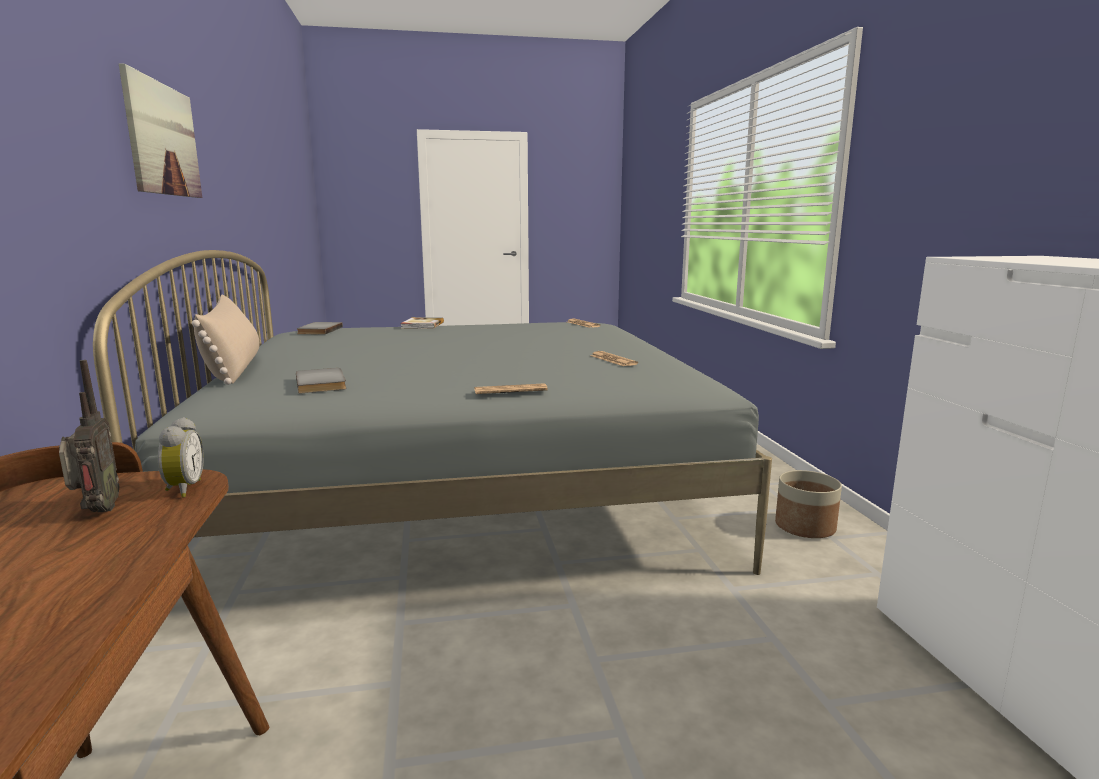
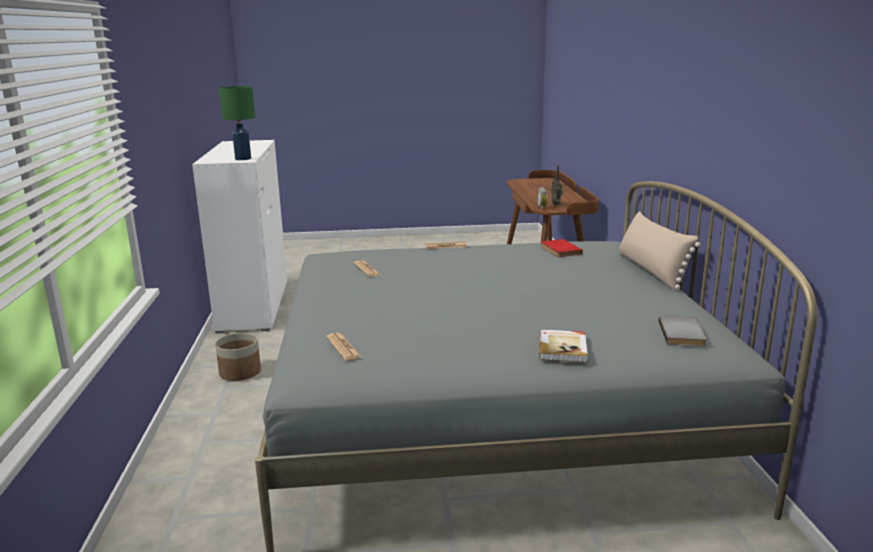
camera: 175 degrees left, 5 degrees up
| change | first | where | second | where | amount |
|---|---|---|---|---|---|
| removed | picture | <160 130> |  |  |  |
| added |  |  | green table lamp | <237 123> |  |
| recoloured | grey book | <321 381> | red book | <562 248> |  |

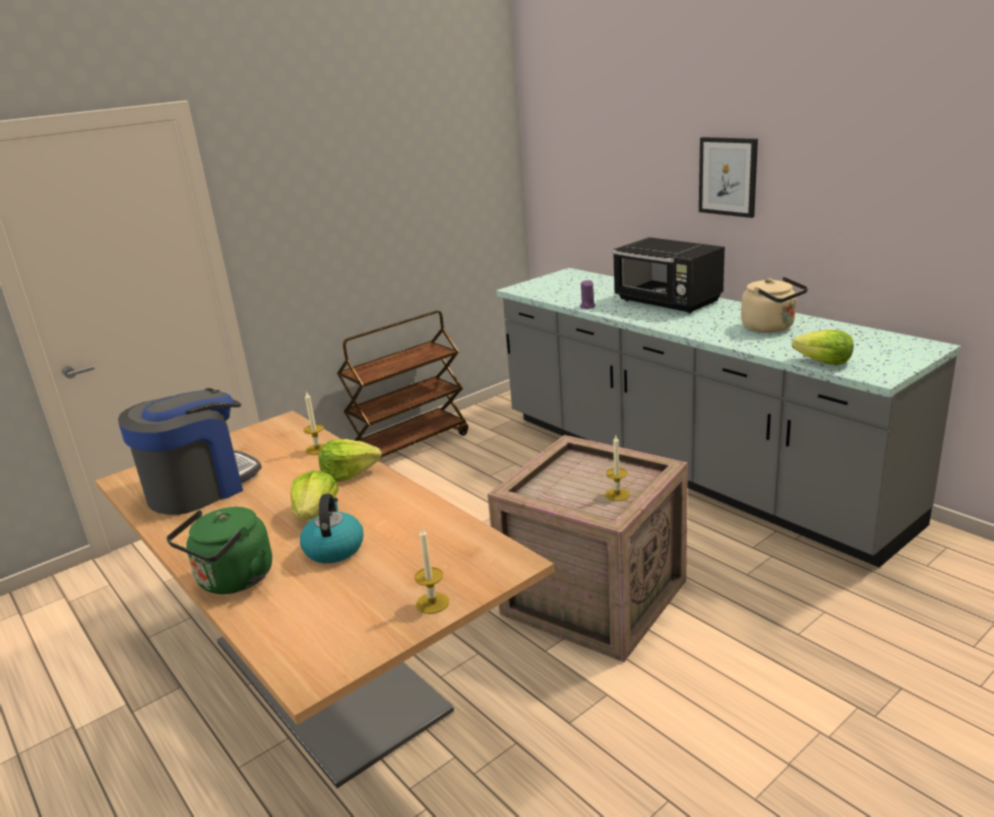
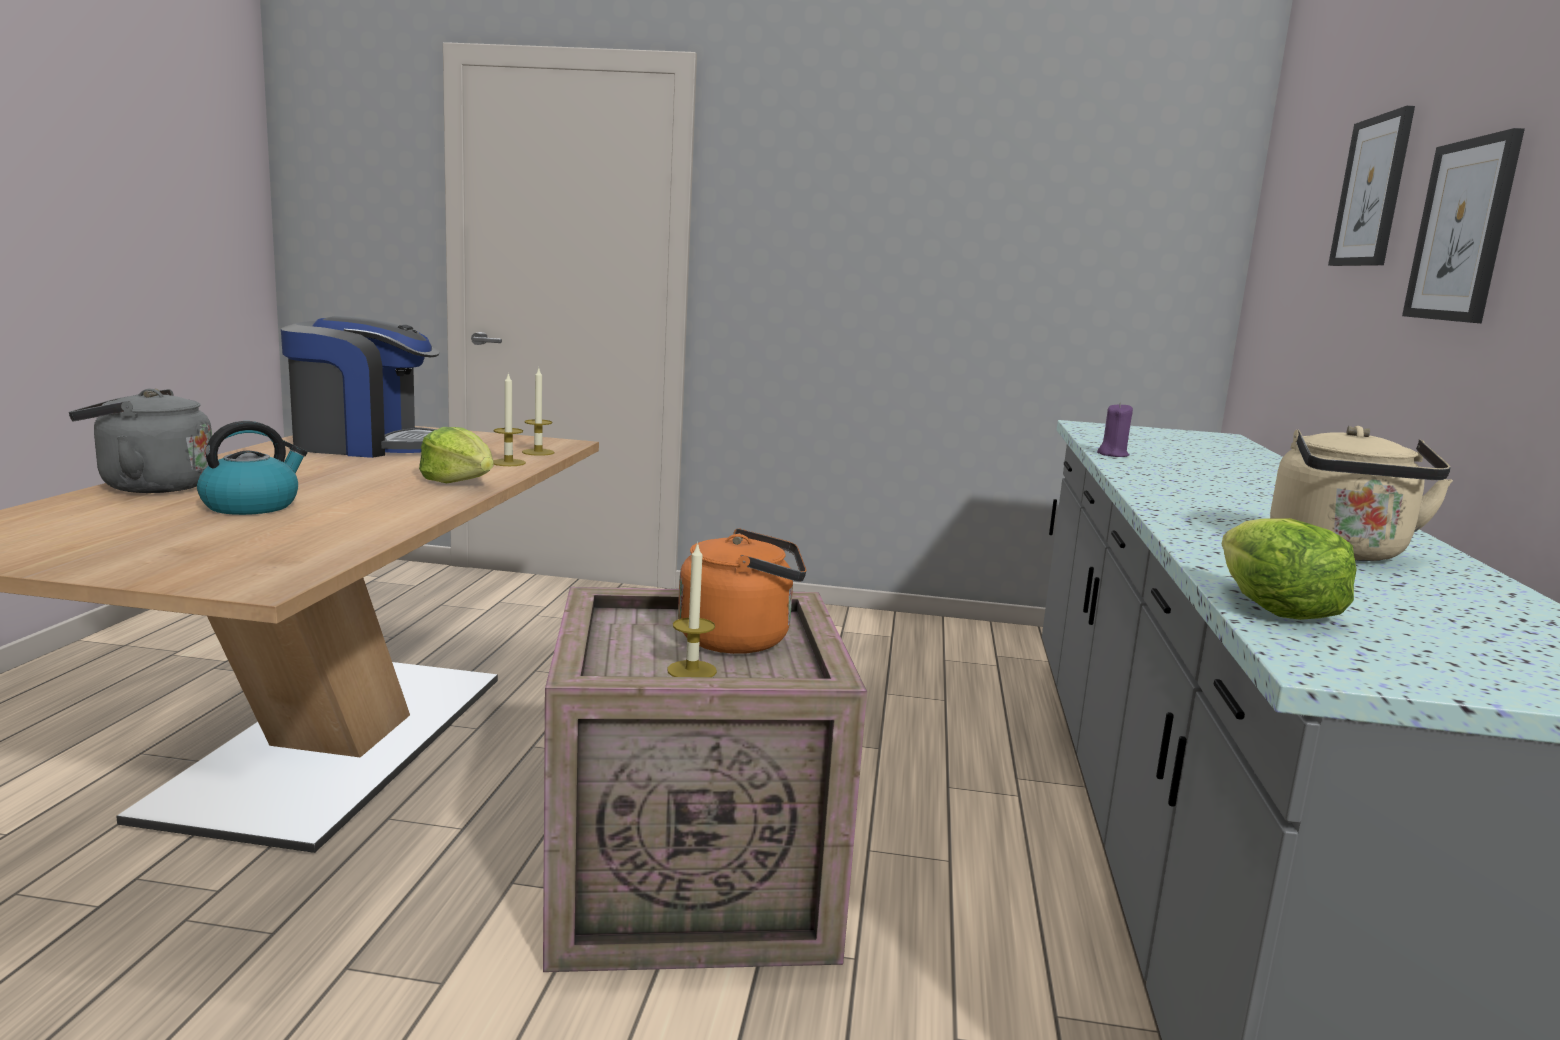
camera: 45 degrees right, 10 degrees down
| change | first | where | second | where | amount |
|---|---|---|---|---|---|
| removed | lettuce | <315 495> |  |  |  |
| removed | brown cart | <402 384> |  |  |  |
| removed | black microwave | <668 275> |  |  |  |
| added |  |  | orange kettle | <742 591> |  |
| added |  |  | picture | <1371 186> |  |
| moved | candle | <431 570> |  | <538 412> |  |
| recoloured | green kettle | <219 550> | grey kettle | <140 441> |  |

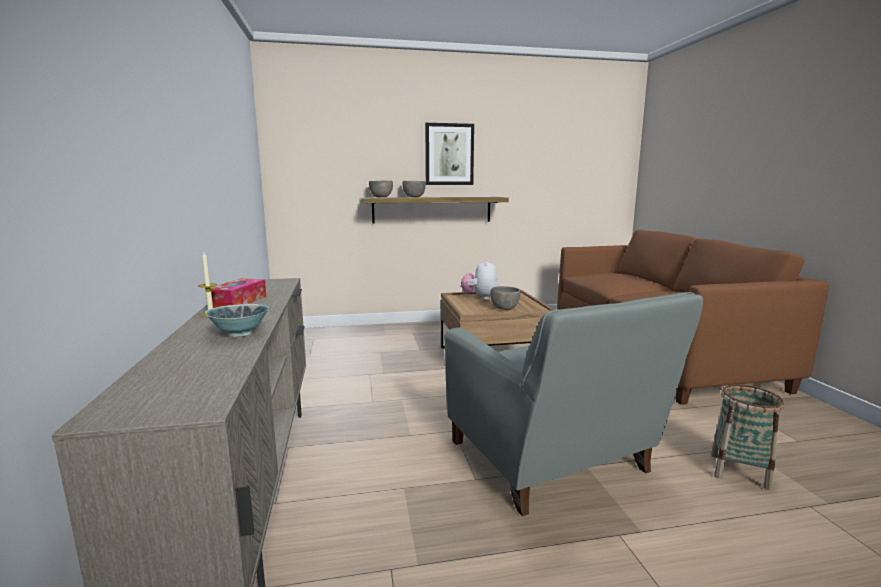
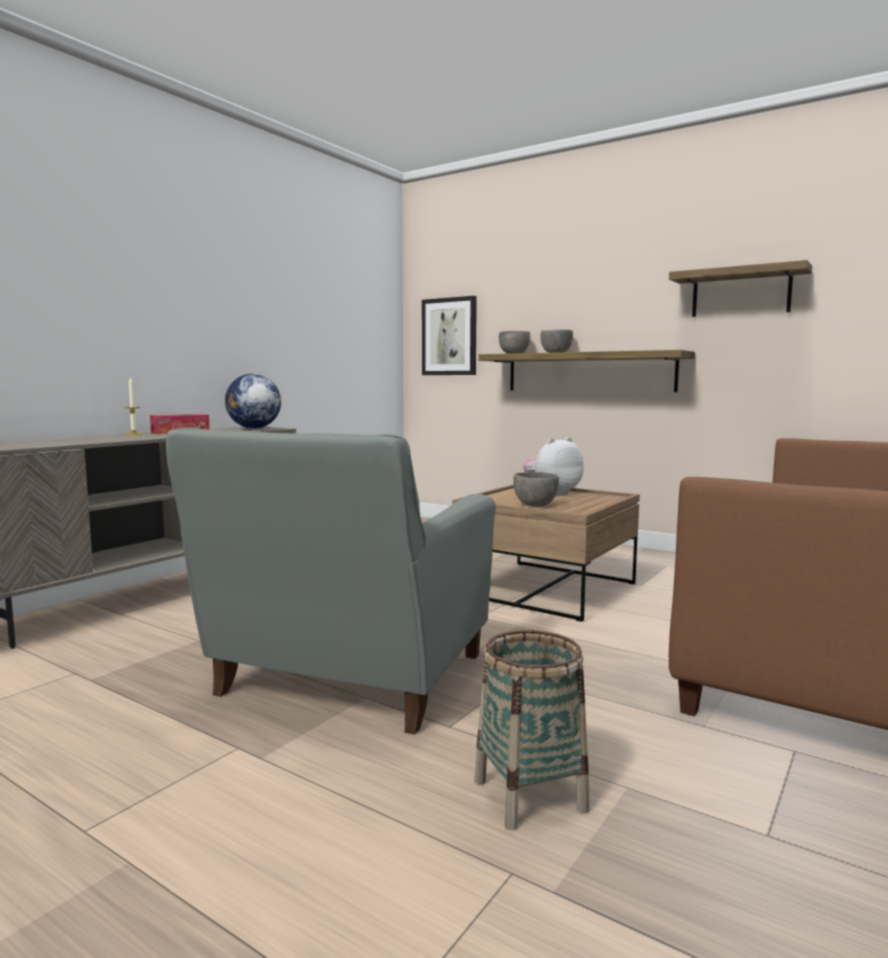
camera: 45 degrees right, 5 degrees down
| change | first | where | second | where | amount |
|---|---|---|---|---|---|
| removed | bowl | <237 320> |  |  |  |
| added |  |  | globe | <253 401> |  |
| added |  |  | shelf | <740 288> |  |
| moved | picture | <449 154> |  | <449 335> |  |

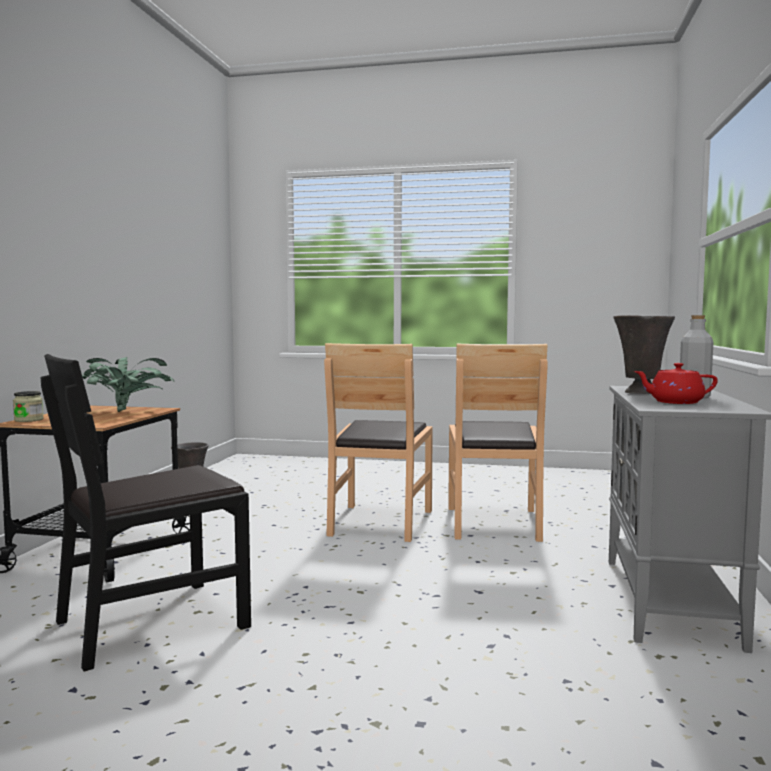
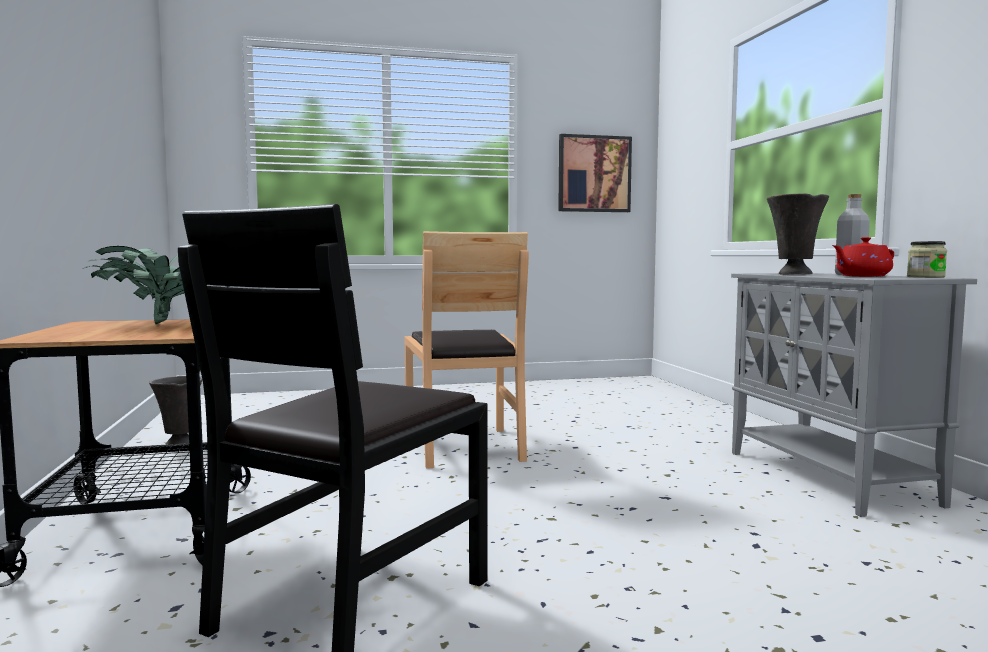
camera: 25 degrees left, 0 degrees up
| change | first | where | second | where | amount |
|---|---|---|---|---|---|
| removed | brown chair | <498 443> |  |  |  |
| added |  |  | picture | <595 173> |  |
| moved | jar | <28 406> |  | <927 259> |  |

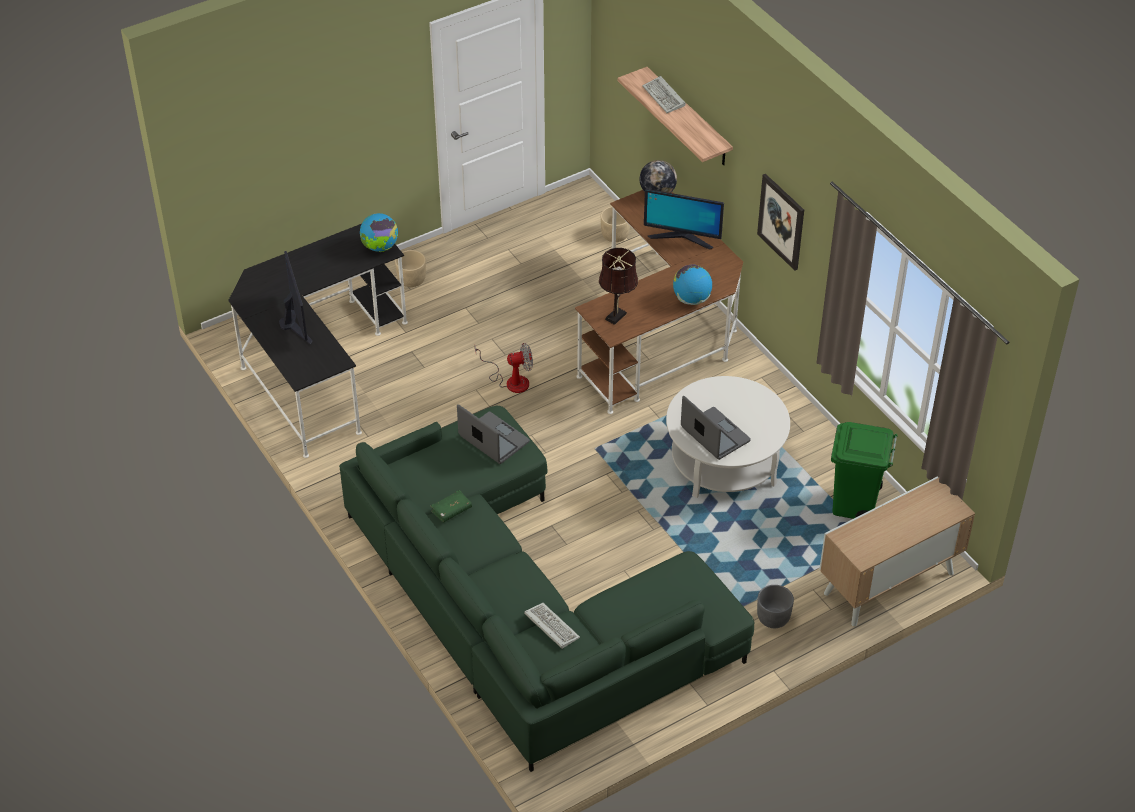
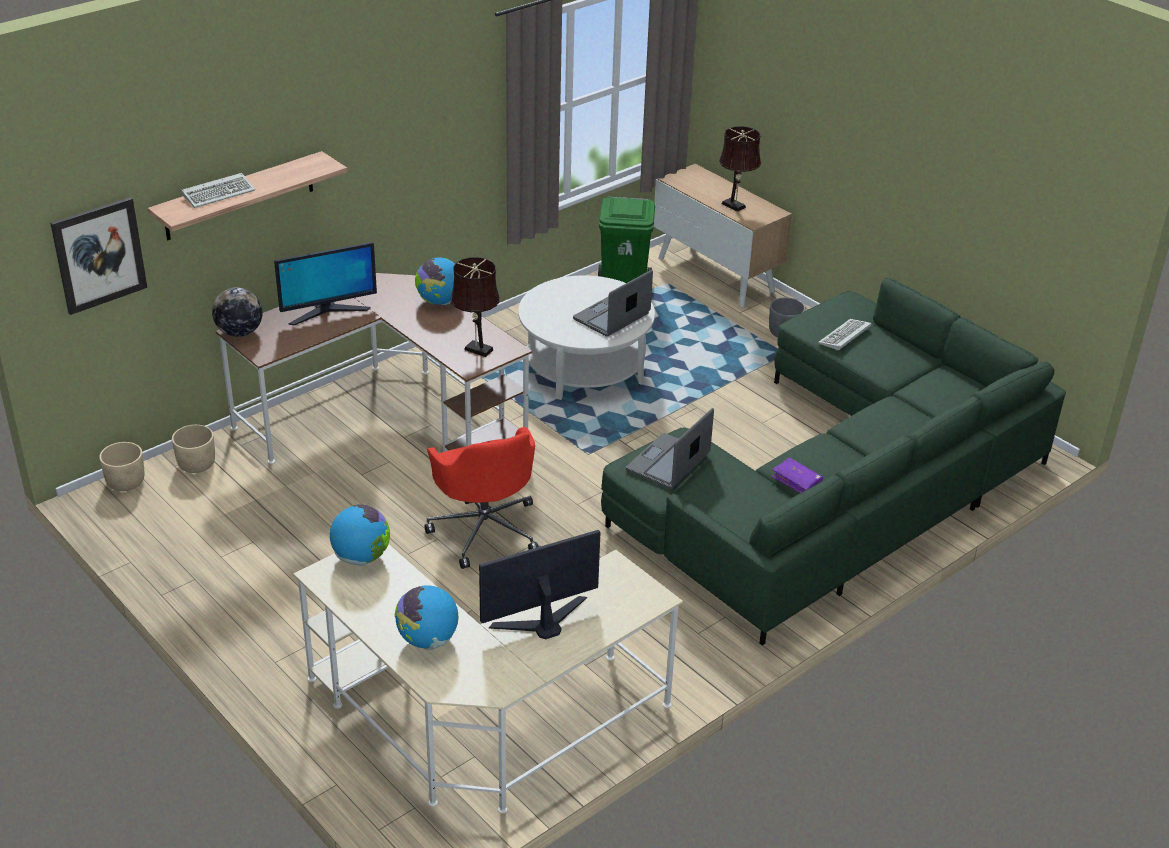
camera: 100 degrees left, 10 degrees down
| change | first | where | second | where | amount |
|---|---|---|---|---|---|
| added |  |  | globe | <426 617> |  |
| added |  |  | brown table lamp | <740 169> |  |
| moved | beige planter | <410 268> |  | <121 466> |  |
| moved | keyboard | <552 626> |  | <845 335> |  |
| moved | picture | <780 222> |  | <98 256> |  |
| replaced | fan | <504 368> | red office chair | <481 498> |  |
| recoloured | black desk | <318 341> | beige desk | <488 679> |  |
| recoloured | green book | <451 506> | purple book | <797 475> |  |
| turned | monitor | <684 219> |  | <325 283> | 60 degrees clockwise |

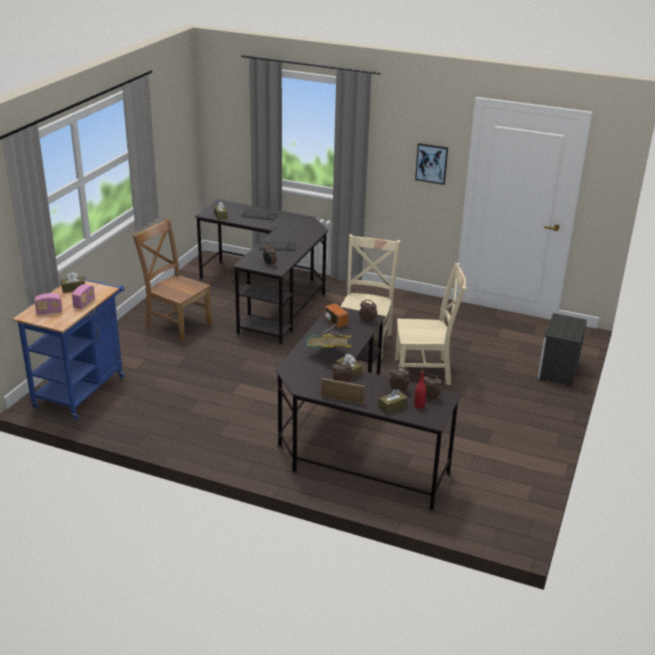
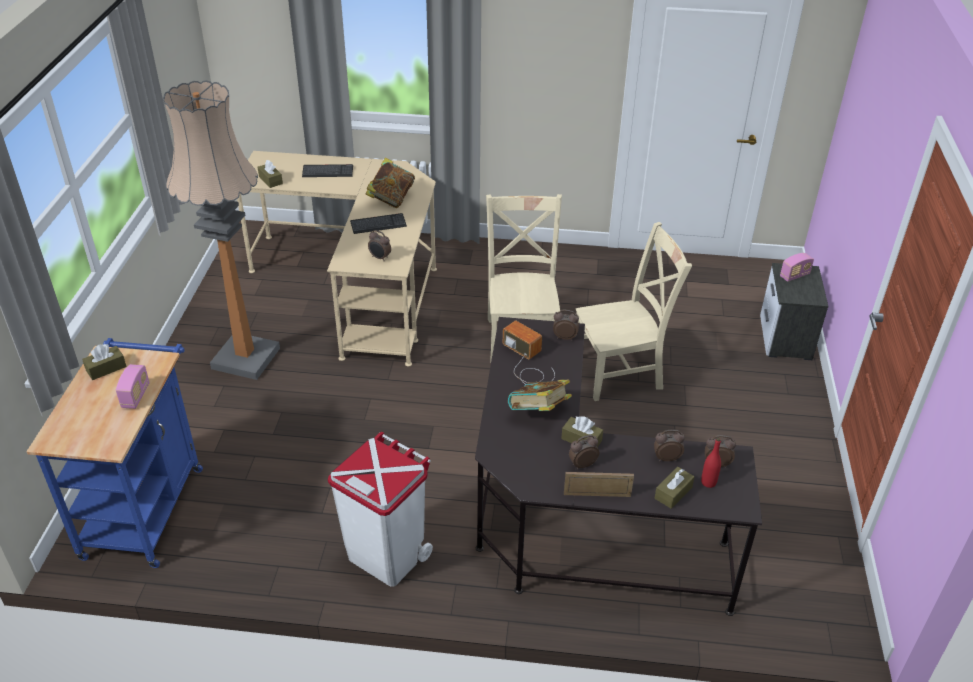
camera: 15 degrees left, 10 degrees up
| change | first | where | second | where | amount |
|---|---|---|---|---|---|
| removed | picture | <431 164> |  |  |  |
| added |  |  | white trash can | <380 509> |  |
| added |  |  | book | <390 183> |  |
| moved | radio | <48 304> |  | <797 267> |  |
| replaced | brown chair | <172 280> | floor lamp | <221 230> |  |
| recoloured | black desk | <261 272> | beige desk | <337 259> |  |

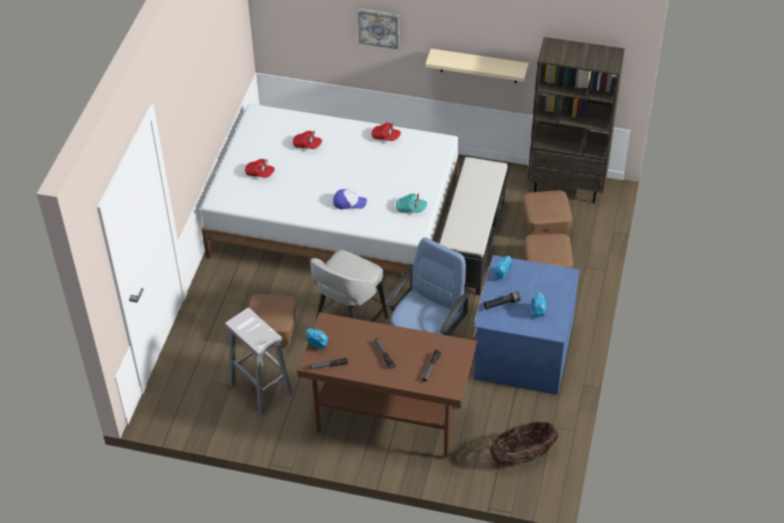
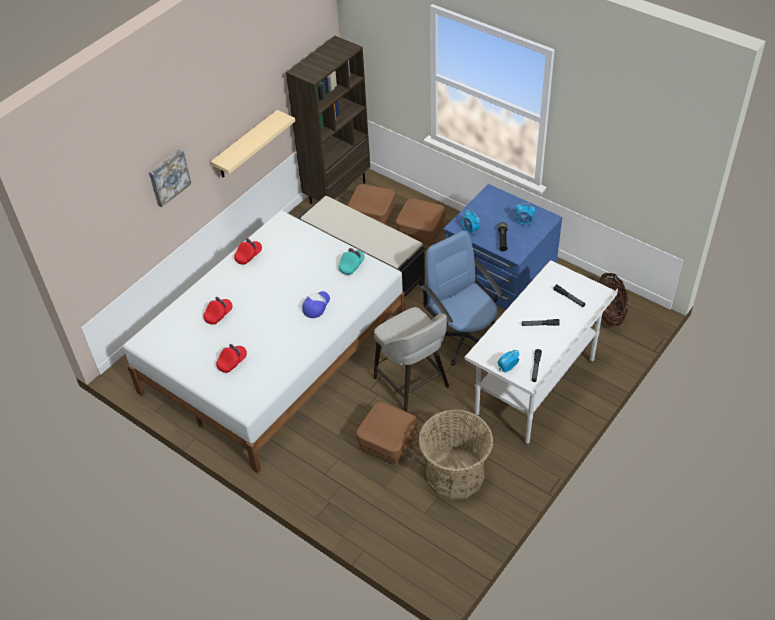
camera: 65 degrees left, 0 degrees up
| change | first | where | second | where | amount |
|---|---|---|---|---|---|
| replaced | white stool | <259 361> | basket | <455 454> |  |
| recoloured | brown desk | <387 385> | white desk | <541 352> |  |

